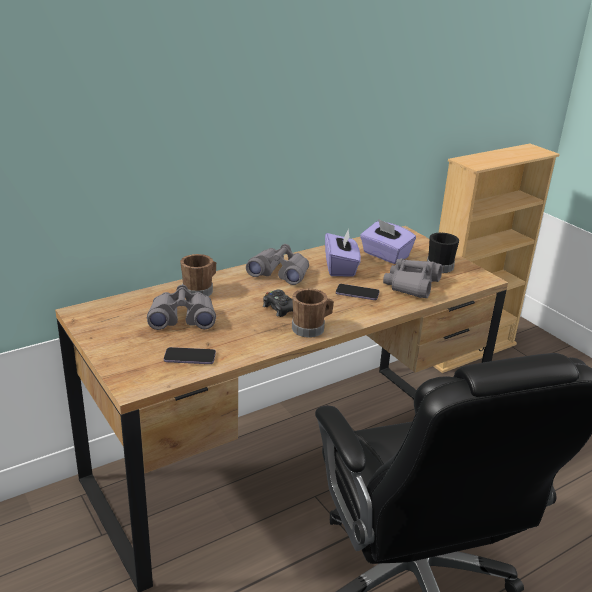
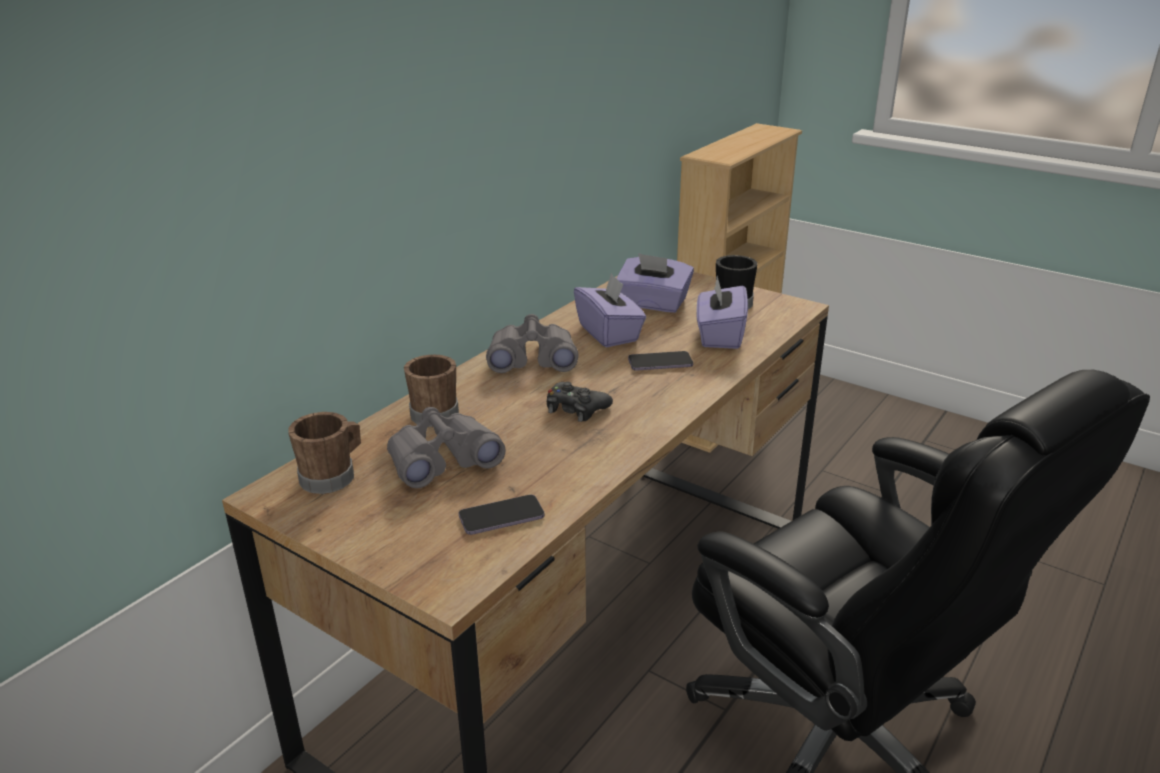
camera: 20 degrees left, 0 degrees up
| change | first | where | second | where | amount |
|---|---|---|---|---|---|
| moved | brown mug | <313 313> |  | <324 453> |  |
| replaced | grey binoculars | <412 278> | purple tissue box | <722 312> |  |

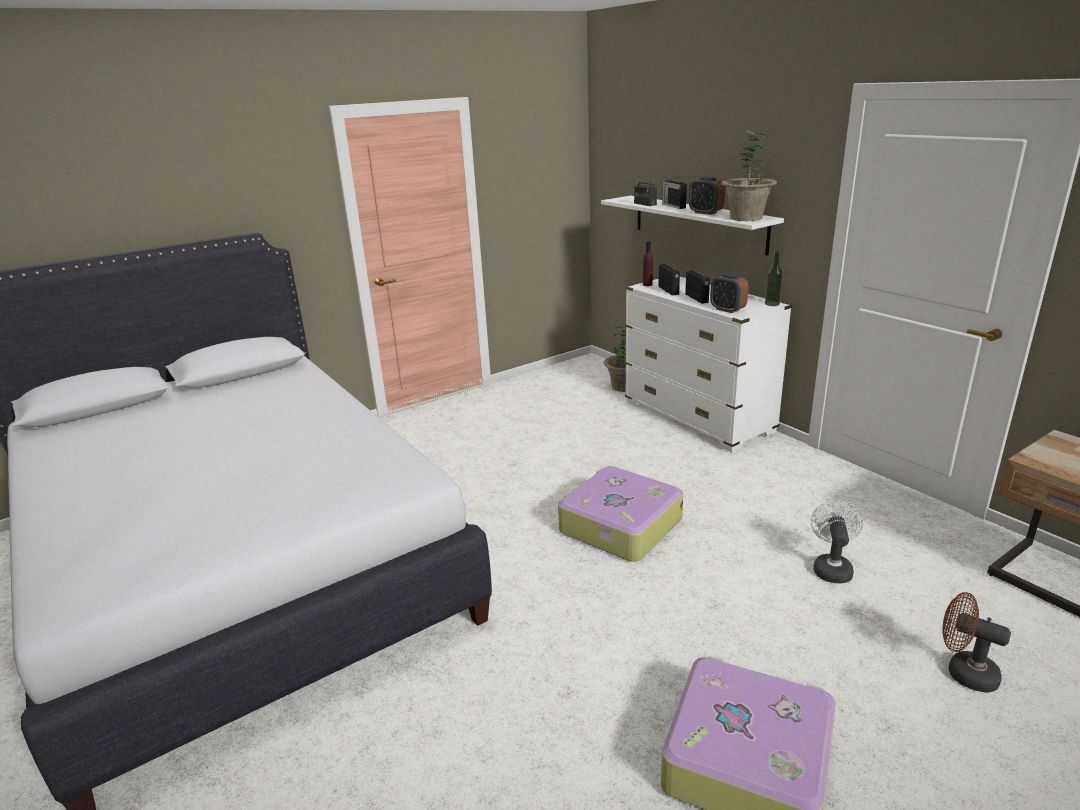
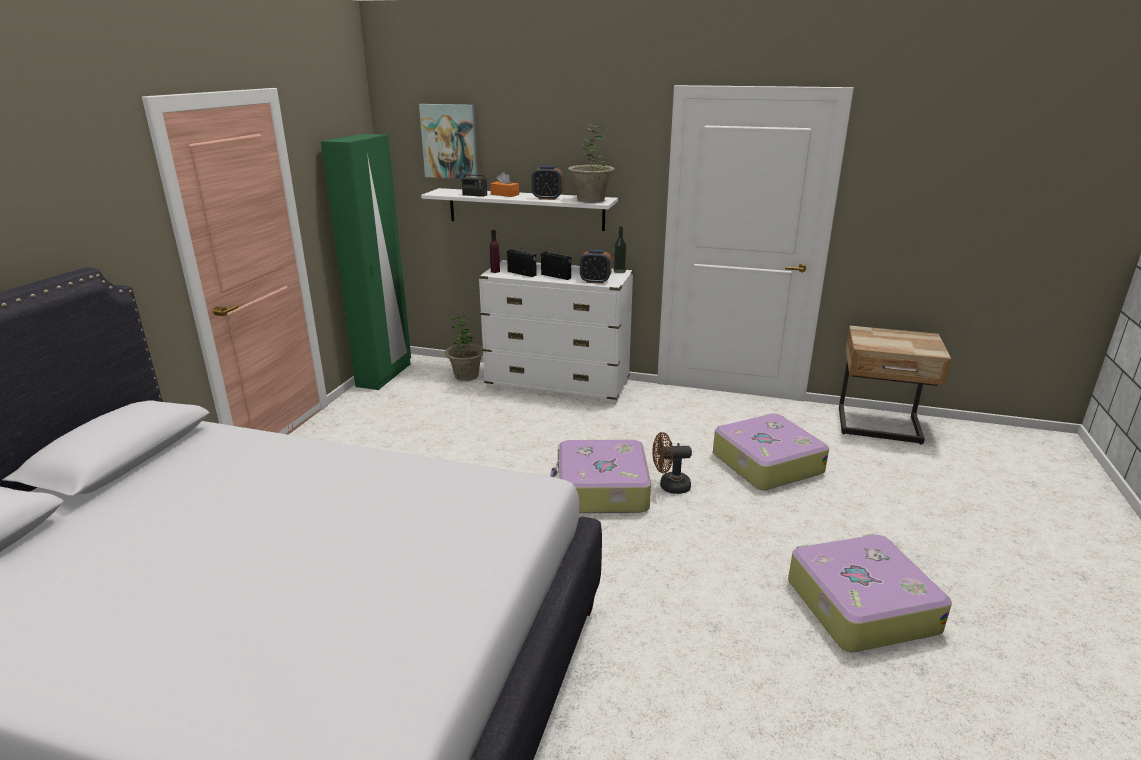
camera: 40 degrees left, 0 degrees up
| change | first | where | second | where | amount |
|---|---|---|---|---|---|
| added |  |  | green wardrobe | <366 262> |  |
| added |  |  | picture | <448 141> |  |
| moved | brown fan | <976 642> |  | <672 463> |  |
| replaced | radio | <674 193> | orange tissue box | <504 184> |  |
| replaced | white fan | <837 541> | suitcase | <771 451> |  |

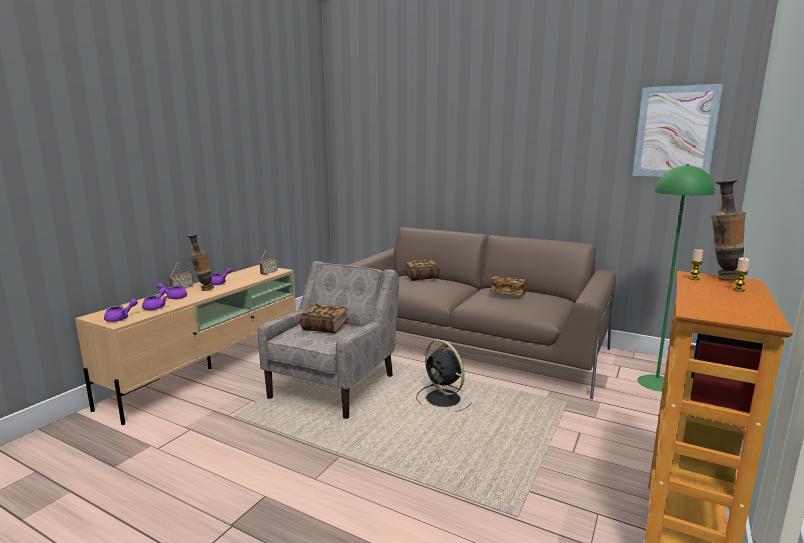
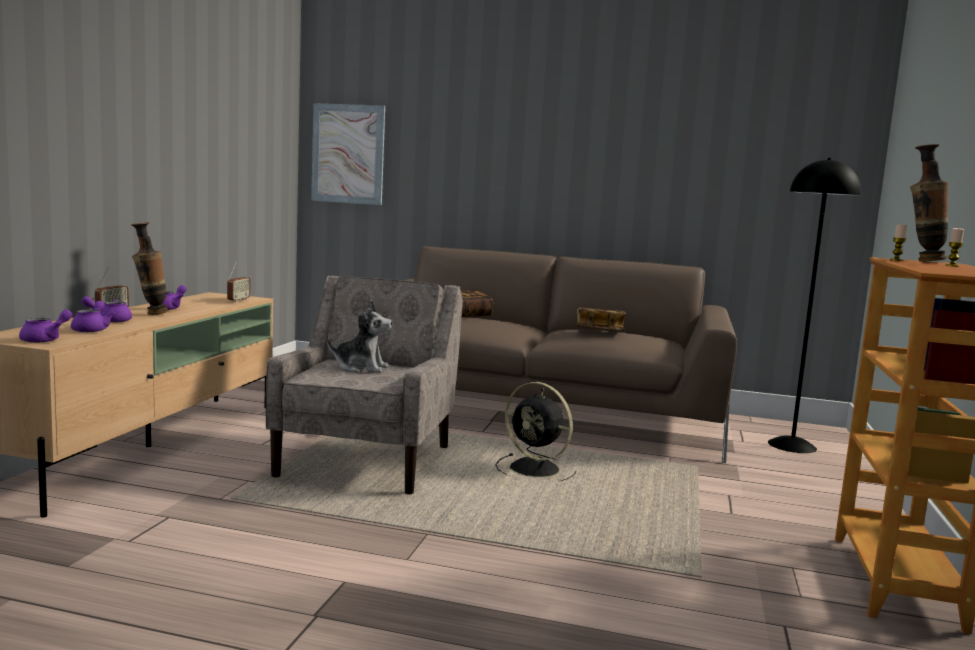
camera: 15 degrees left, 5 degrees down
| change | first | where | second | where | amount |
|---|---|---|---|---|---|
| moved | picture | <677 130> |  | <348 154> |  |
| replaced | book | <324 319> | plush toy | <359 336> |  |
| recoloured | green floor lamp | <676 278> | black floor lamp | <814 305> |  |

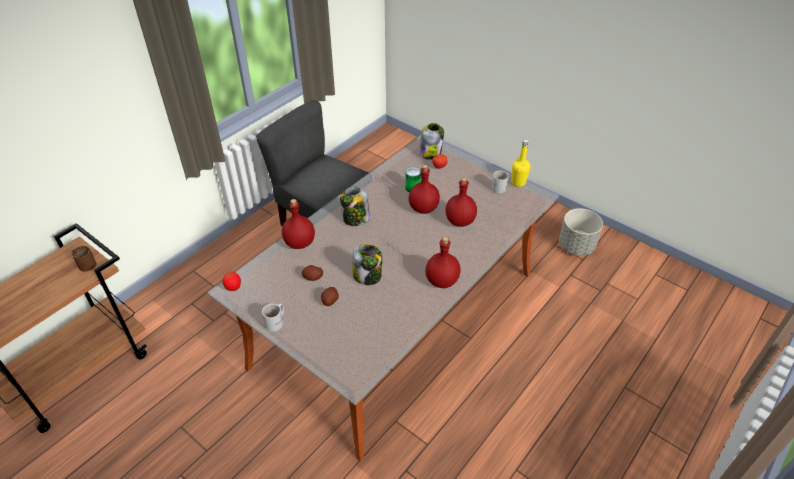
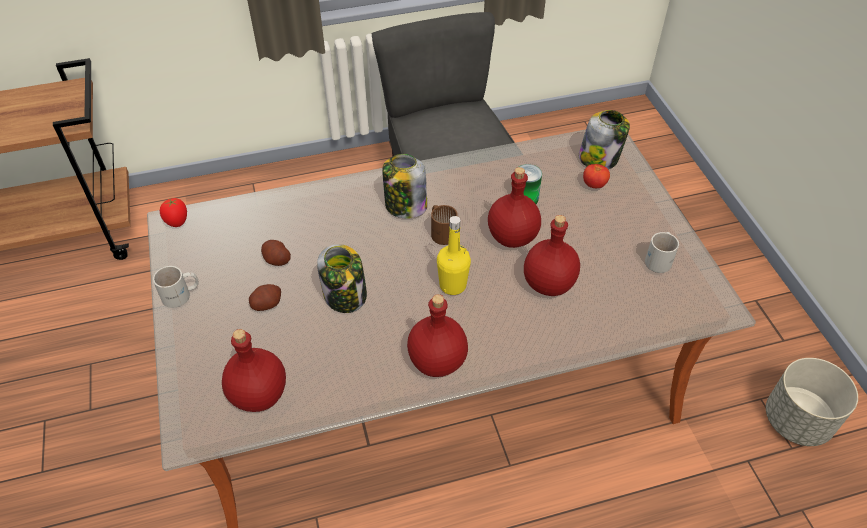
camera: 35 degrees right, 5 degrees up
| change | first | where | second | where | amount |
|---|---|---|---|---|---|
| moved | brown mug | <84 259> |  | <444 225> |  |
| moved | red bottle | <298 224> |  | <254 370> |  |
| moved | yellow bottle | <520 163> |  | <454 255> |  |

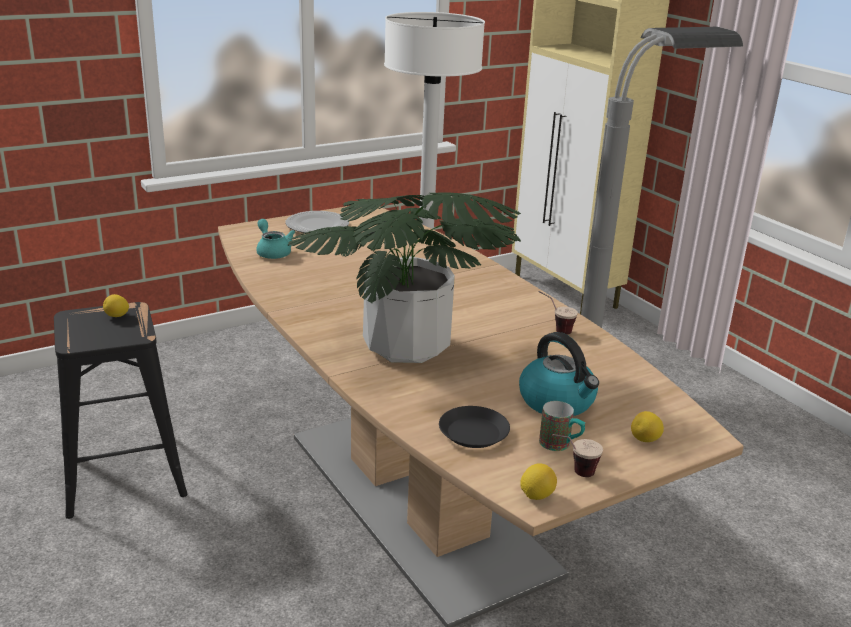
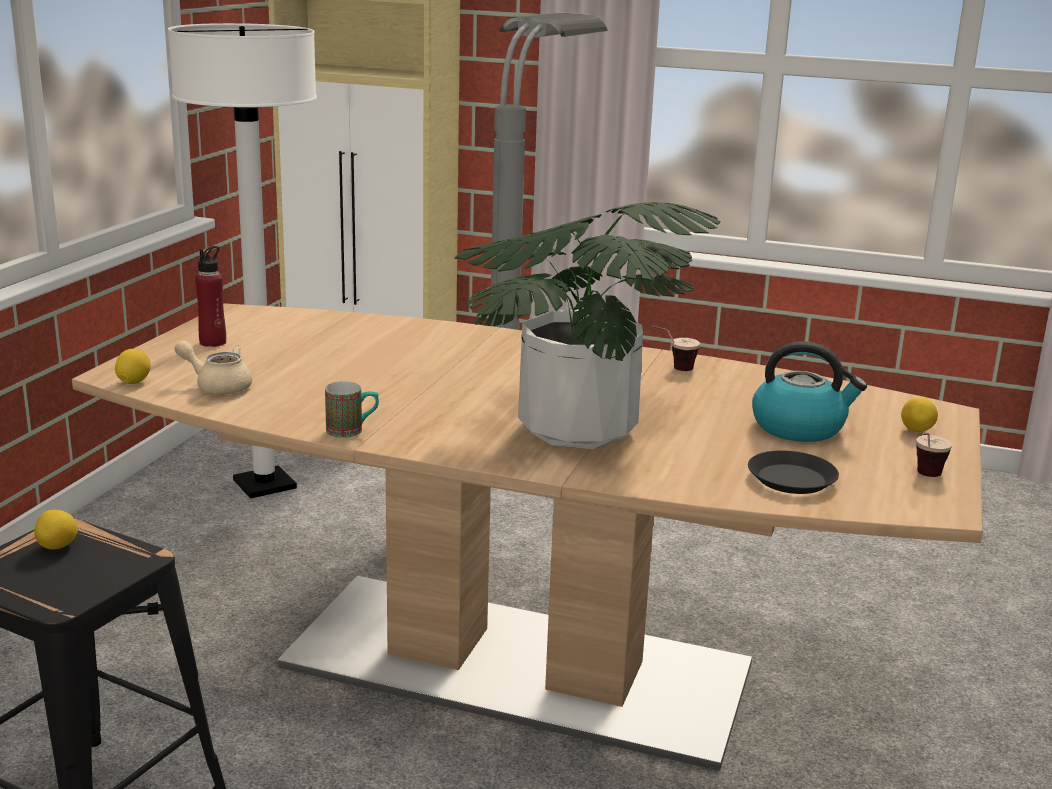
camera: 40 degrees left, 5 degrees down
| change | first | where | second | where | amount |
|---|---|---|---|---|---|
| moved | lemon | <538 481> |  | <133 366> |  |
| moved | mug | <562 426> |  | <352 409> |  |
| replaced | plate | <317 222> | red bottle | <210 296> |  |
| recoloured | turquoise teapot | <275 239> | beige teapot | <213 367> |  |

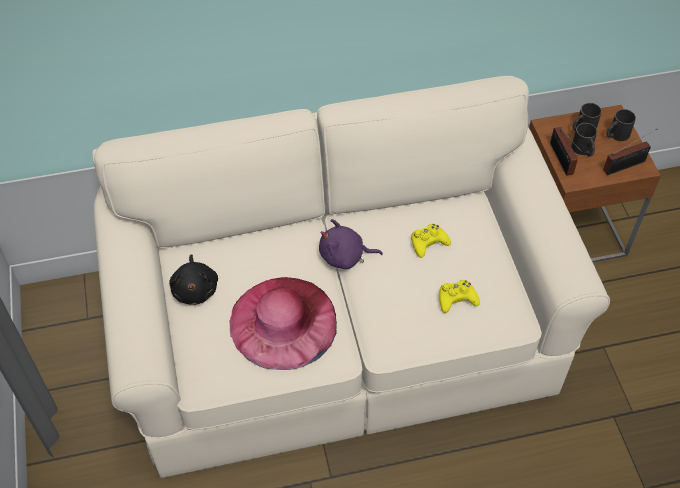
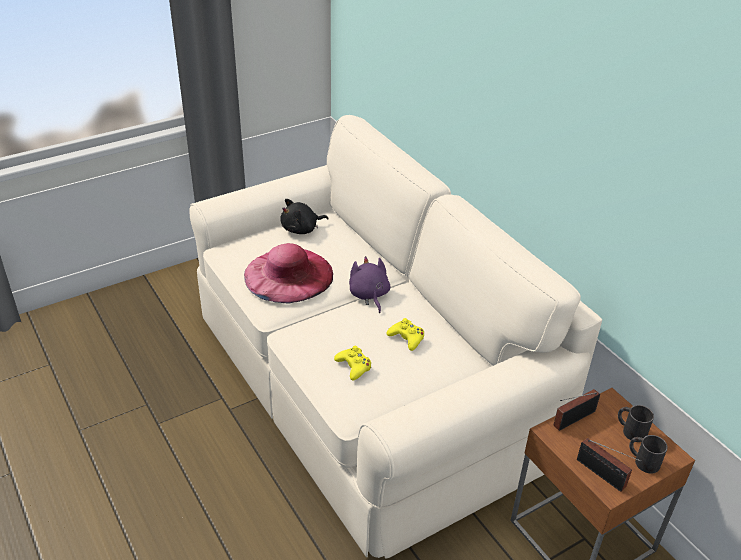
camera: 70 degrees right, 15 degrees down
| change | first | where | second | where | amount |
|---|---|---|---|---|---|
| removed | black mug | <584 140> |  |  |  |

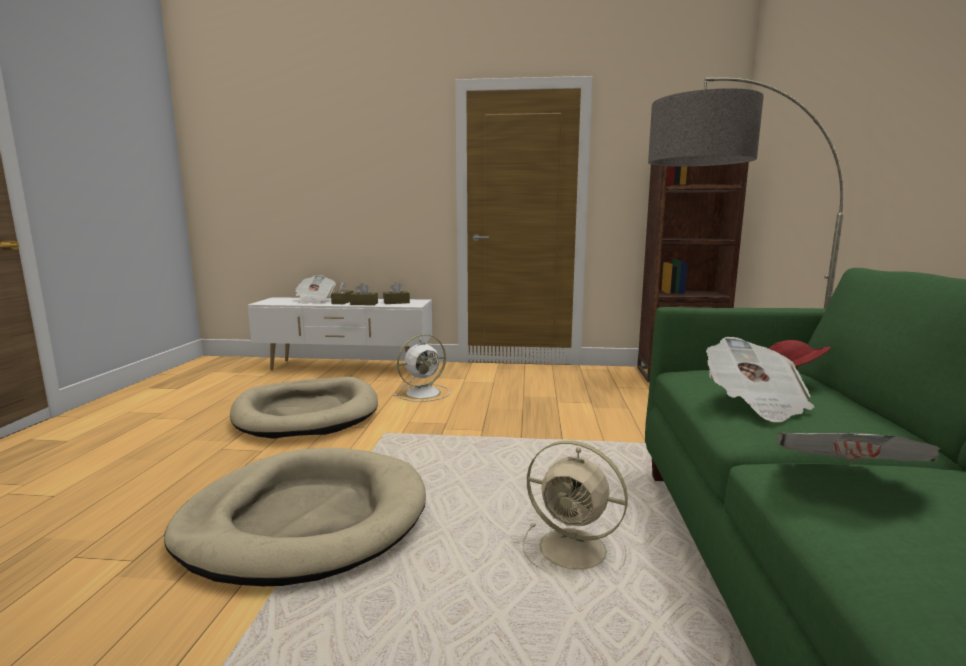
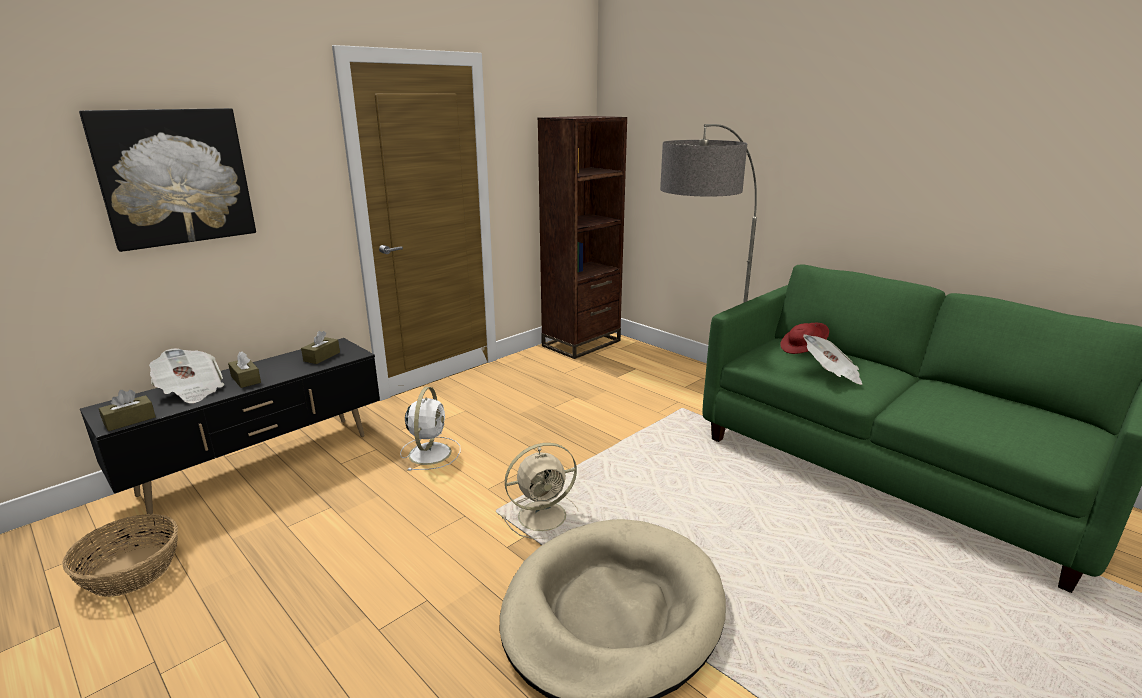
camera: 50 degrees left, 10 degrees up
| change | first | where | second | where | amount |
|---|---|---|---|---|---|
| removed | beige dog bed | <304 408> |  |  |  |
| removed | newspaper | <858 447> |  |  |  |
| added |  |  | basket | <120 555> |  |
| added |  |  | picture | <167 180> |  |
| moved | brown tissue box | <364 294> |  | <127 410> |  |
| moved | beige fan | <575 507> |  | <540 491> |  |
| recoloured | white tv stand | <340 333> | black tv stand | <230 426> |  |

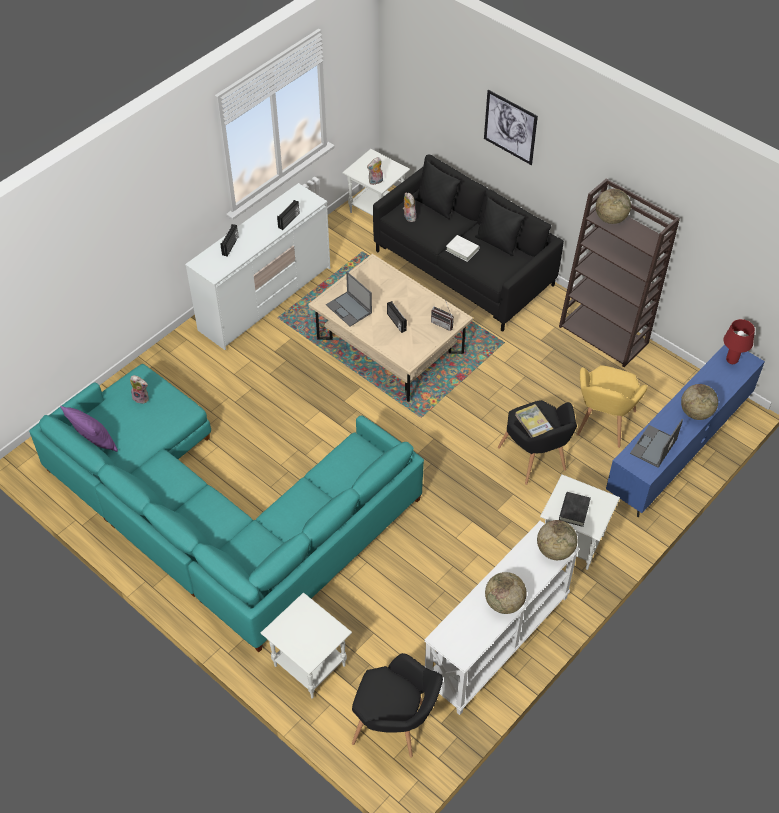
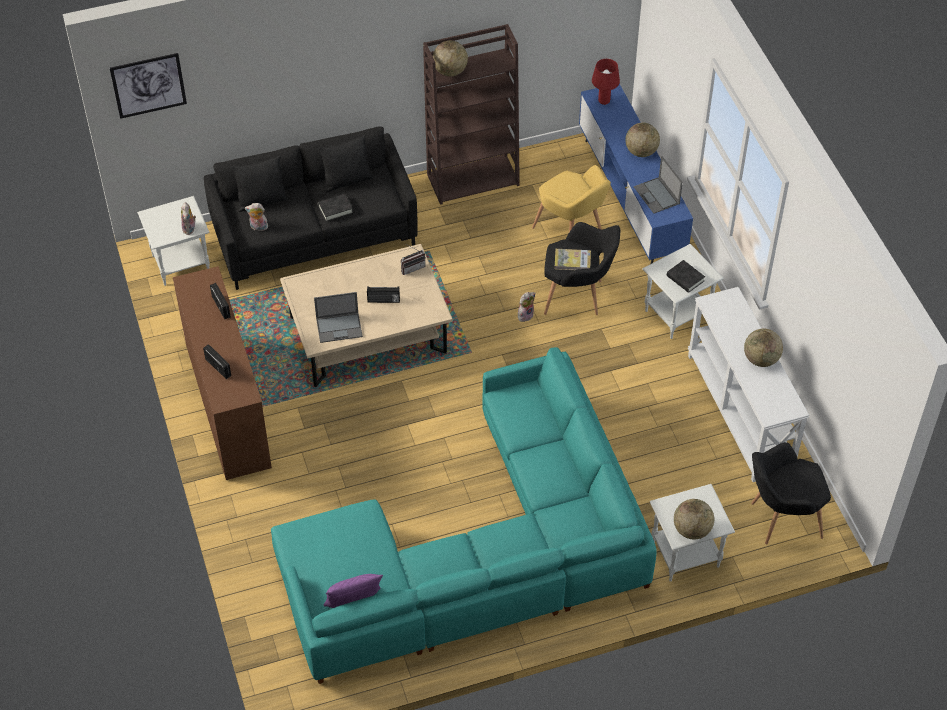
camera: 60 degrees left, 0 degrees up
| change | first | where | second | where | amount |
|---|---|---|---|---|---|
| moved | plush toy | <139 389> |  | <526 307> |  |
| moved | picture | <511 127> |  | <148 86> |  |
| moved | globe | <557 540> |  | <694 519> |  |
| recoloured | white dresser | <257 266> | brown dresser | <222 373> |  |
| recoloured | white book | <463 248> | black book | <335 207> |  |
| turned | black armchair | <397 705> |  | <791 493> | 150 degrees counterclockwise |

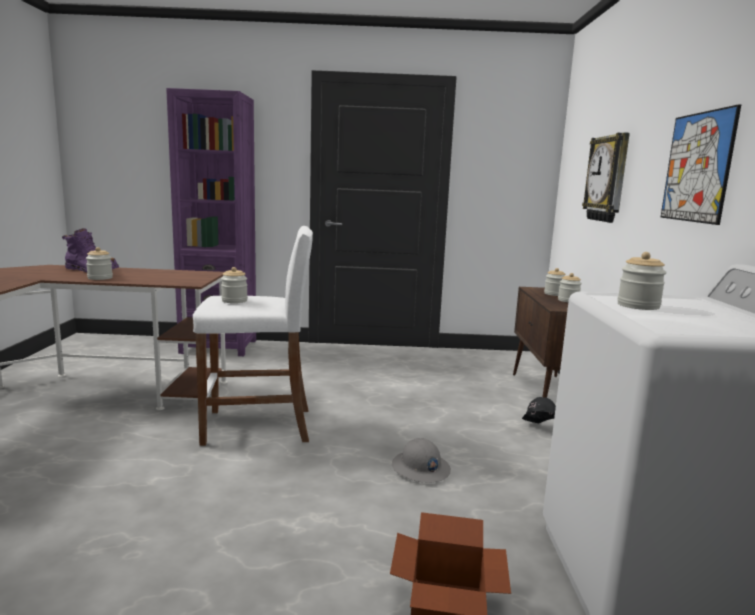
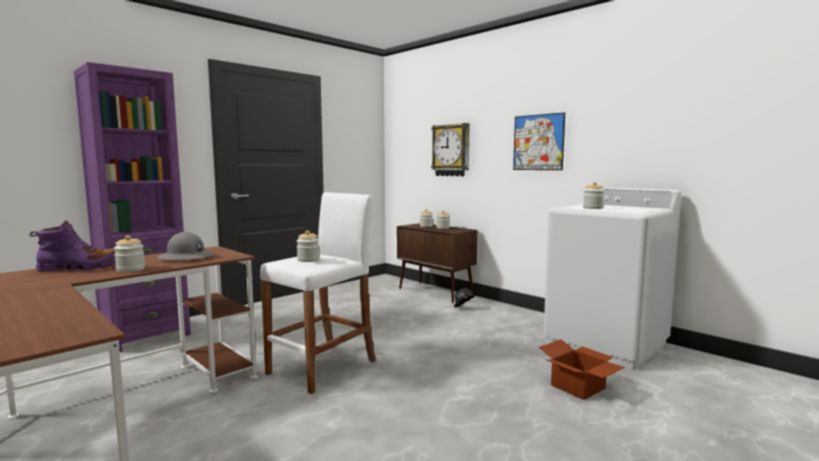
camera: 45 degrees left, 5 degrees down
| change | first | where | second | where | amount |
|---|---|---|---|---|---|
| moved | grey hard hat | <421 460> |  | <186 247> |  |

